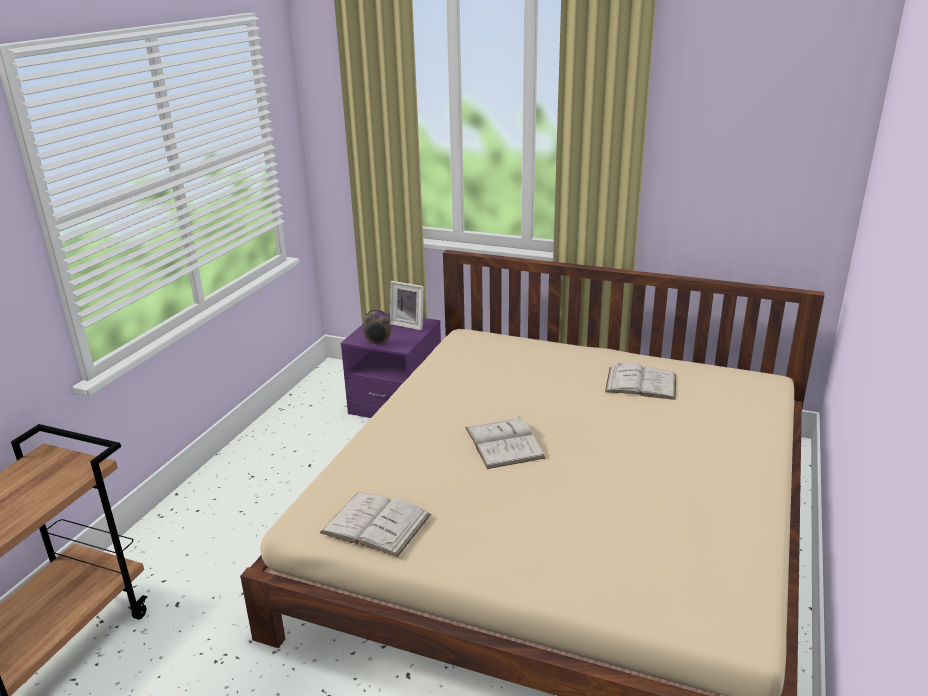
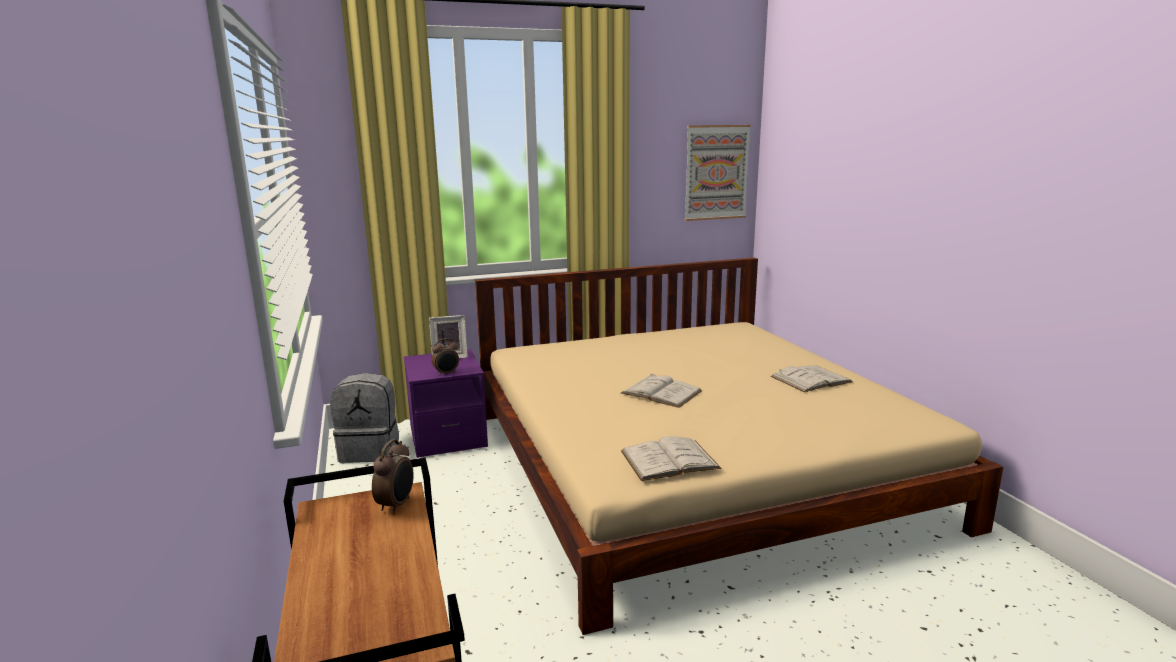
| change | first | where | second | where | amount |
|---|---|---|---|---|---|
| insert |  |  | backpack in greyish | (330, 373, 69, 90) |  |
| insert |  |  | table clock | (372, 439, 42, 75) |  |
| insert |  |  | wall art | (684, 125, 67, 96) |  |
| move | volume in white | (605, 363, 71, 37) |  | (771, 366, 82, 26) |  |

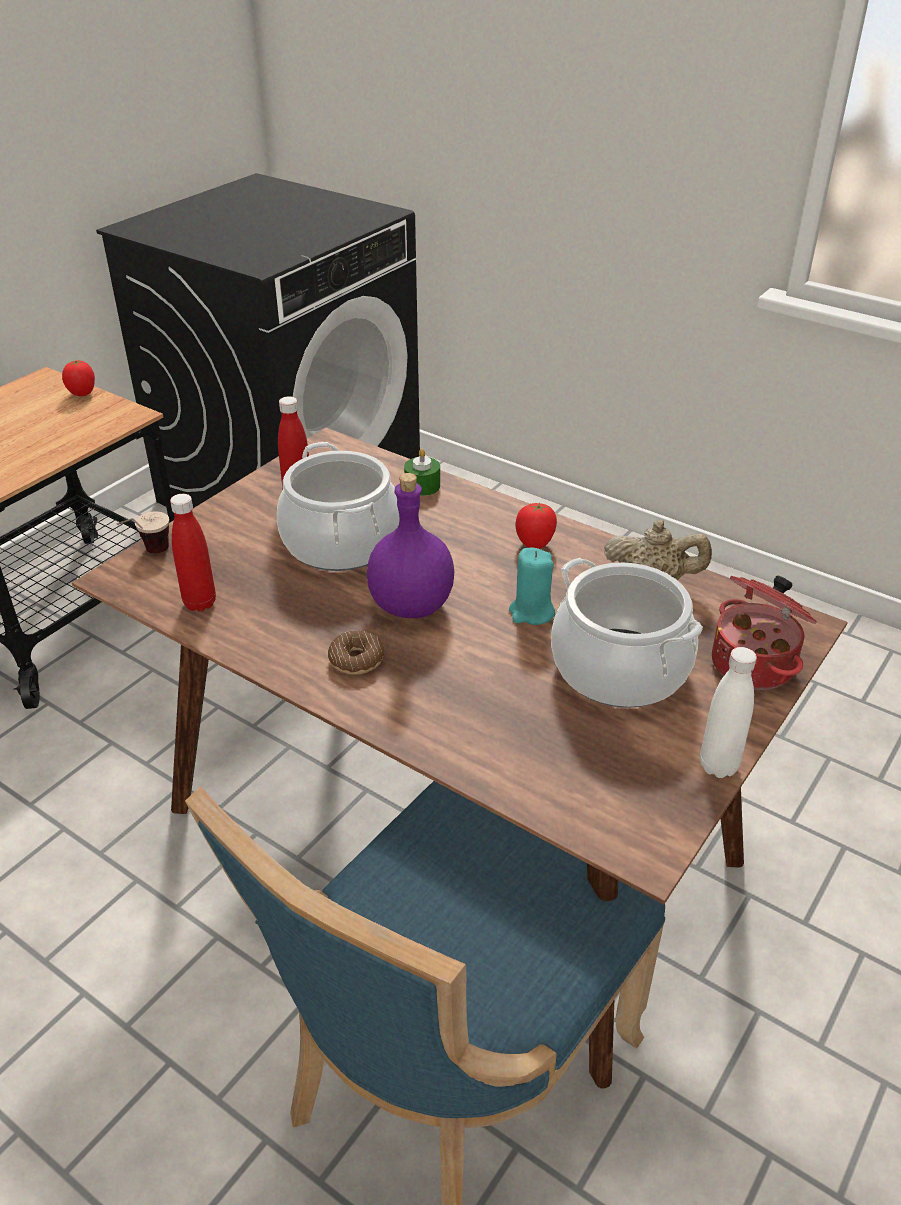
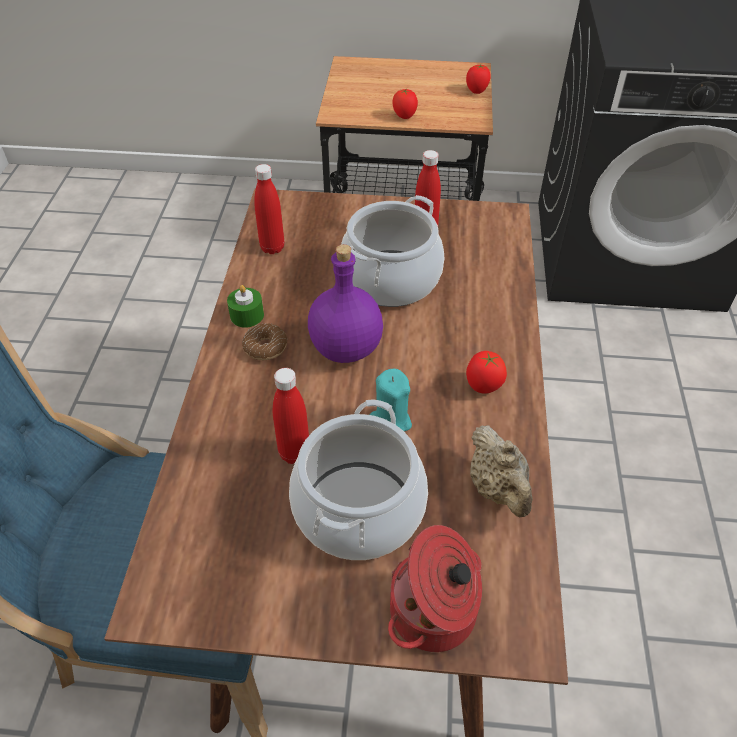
| change | first | where | second | where | amount |
|---|---|---|---|---|---|
| delete | drinking cup | (117, 511, 52, 43) |  |  |  |
| delete | beverage bottle in white | (700, 647, 57, 131) |  |  |  |
| insert |  |  | beverage bottle in red-coloured | (273, 368, 36, 96) |  |
| insert |  |  | tomato | (393, 89, 25, 30) |  |
| move | candle in greenish | (404, 449, 36, 47) |  | (227, 285, 37, 43) |  |

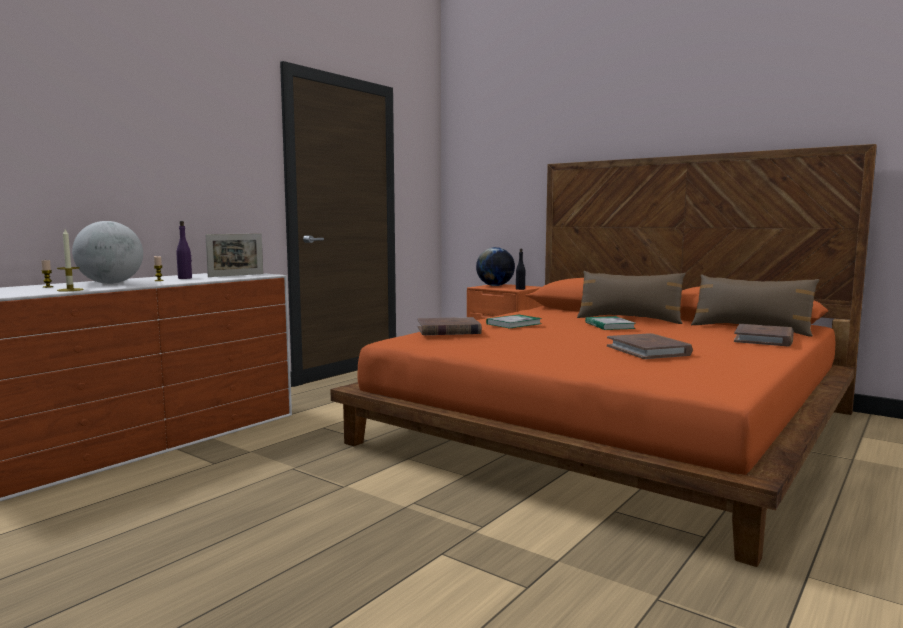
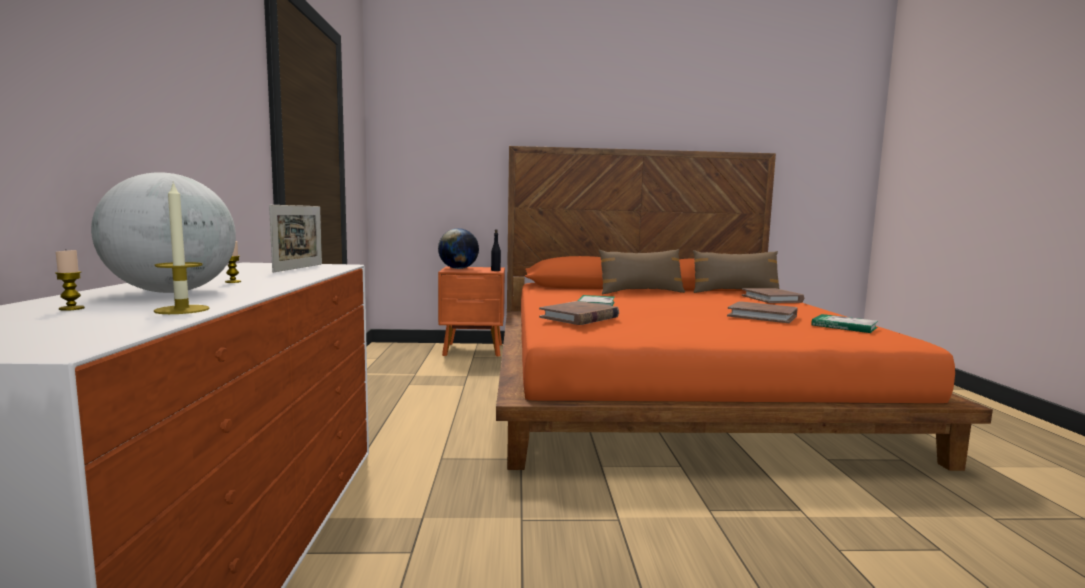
| change | first | where | second | where | amount |
|---|---|---|---|---|---|
| delete | beverage bottle in purple-coloured | (177, 221, 15, 58) |  |  |  |
| move | volume | (585, 316, 51, 14) |  | (812, 314, 66, 19) |  |

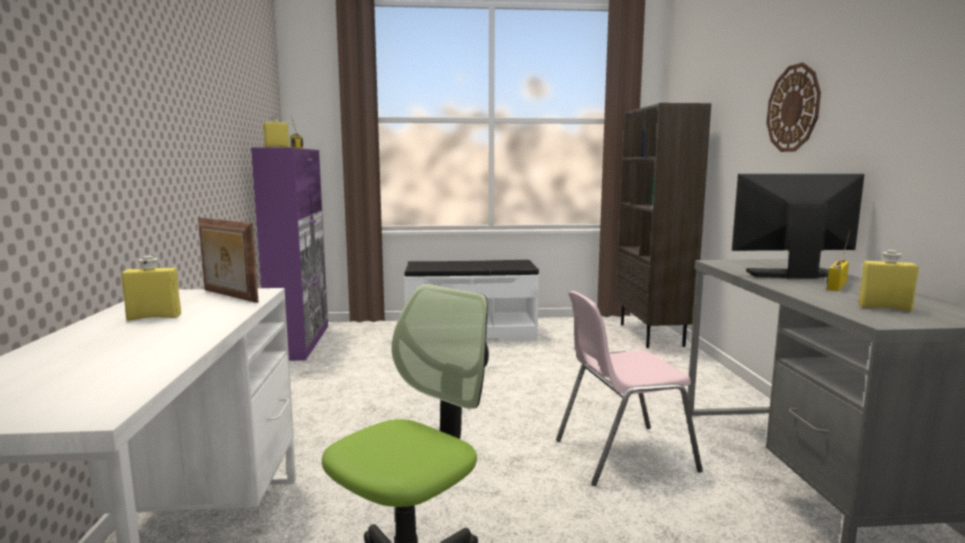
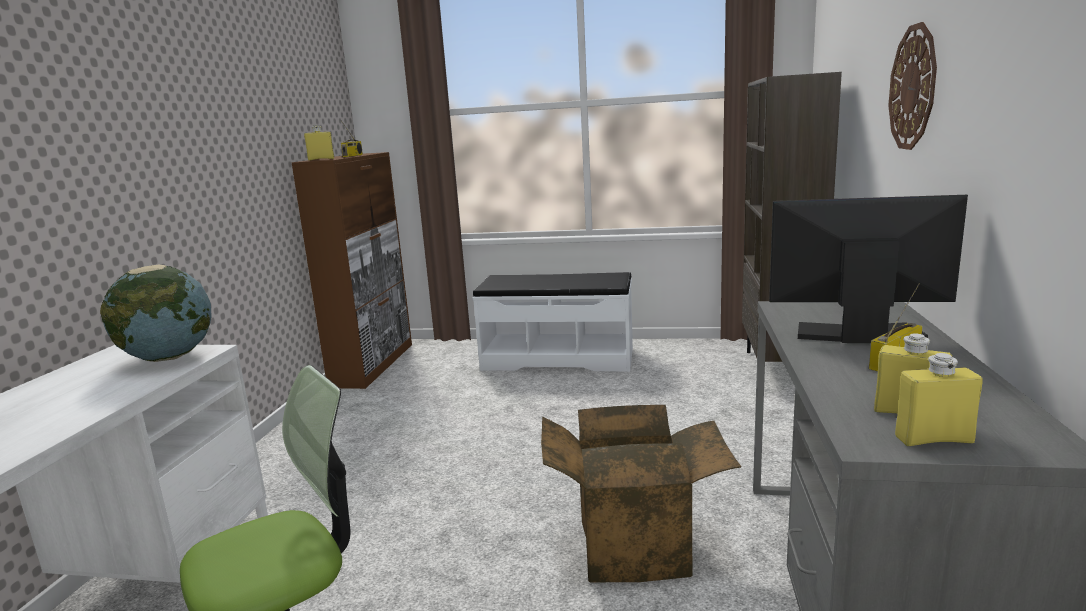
| change | first | where | second | where | amount |
|---|---|---|---|---|---|
| move | beverage bottle in yellow-coloured | (121, 256, 60, 65) |  | (895, 353, 88, 93) |  |
| replace | standing frame | (198, 217, 61, 86) | desk globe | (100, 265, 111, 97) |  |
| replace | chair in pinkish | (556, 291, 147, 195) | cardboard box | (541, 405, 200, 177) |  |
| recolor | cupboard in purple-coloured | (251, 147, 77, 214) | cupboard in brown | (291, 152, 121, 237) |  |

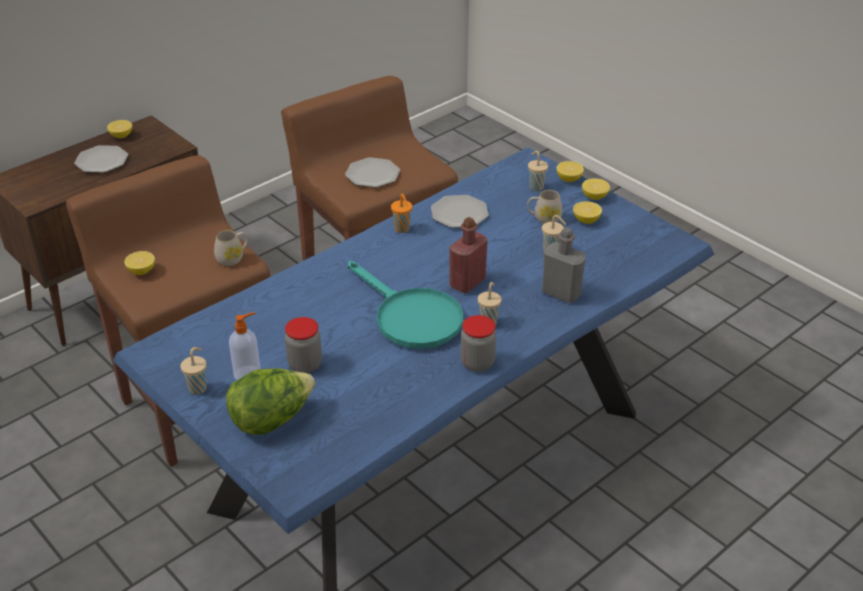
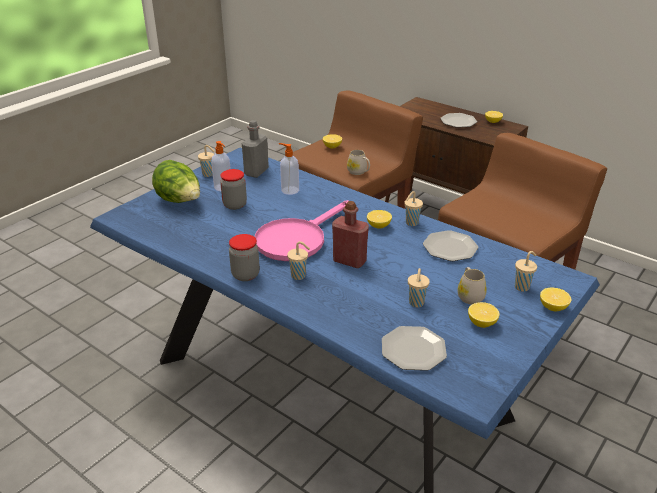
| change | first | where | second | where | amount |
|---|---|---|---|---|---|
| insert |  |  | liquid soap bottle | (279, 143, 20, 52) |  |
| move | plate | (345, 157, 55, 31) |  | (382, 326, 65, 45) |  |
| move | beverage bottle in greyish | (542, 227, 44, 76) |  | (242, 120, 27, 58) |  |
| move | lemon | (582, 178, 28, 22) |  | (367, 210, 25, 19) |  |
| recolor | pan in blue-green | (348, 261, 115, 88) | pan in pinkish | (255, 200, 94, 61) |  |
| recolor | drinking cup in orangey | (391, 194, 21, 39) | drinking cup in beige-coloured | (405, 191, 18, 35) |  |

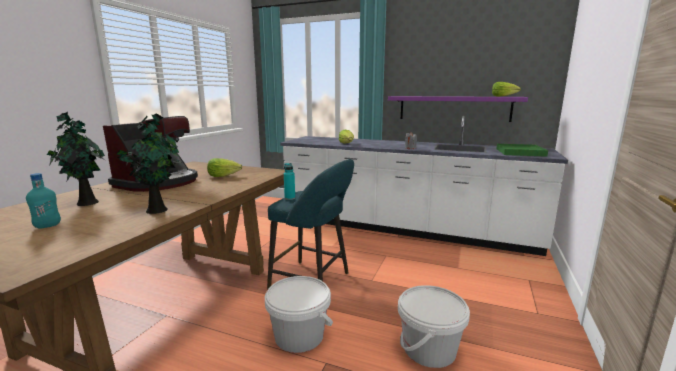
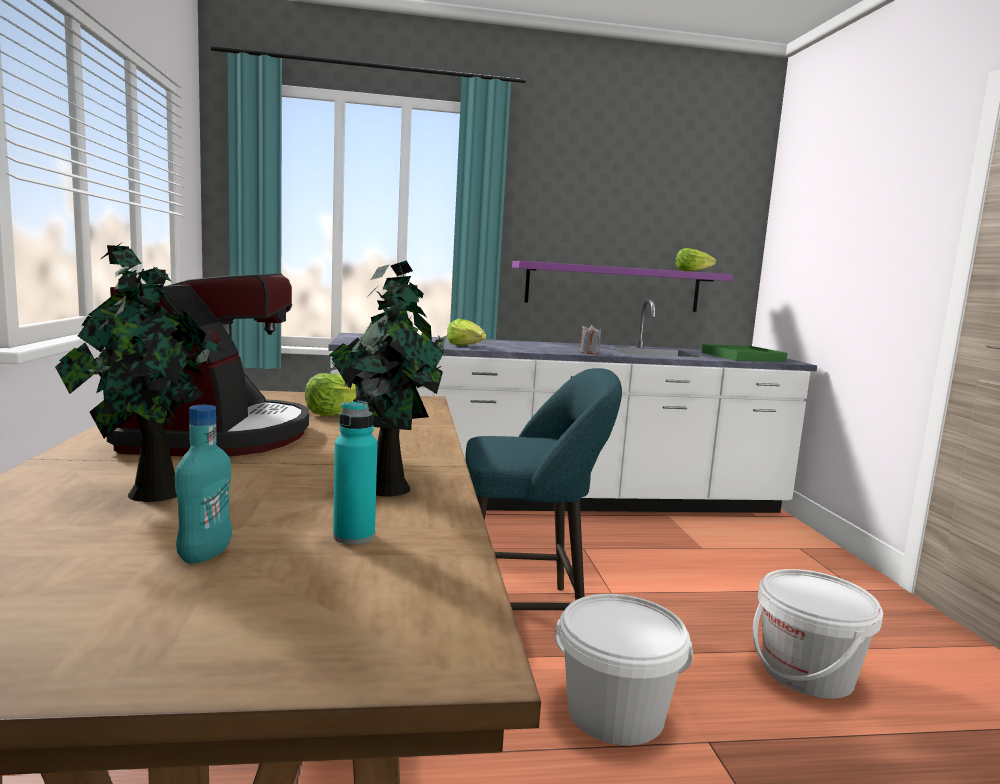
| change | first | where | second | where | amount |
|---|---|---|---|---|---|
| move | beverage bottle in blue-green | (284, 163, 11, 37) |  | (333, 401, 45, 144) |  |

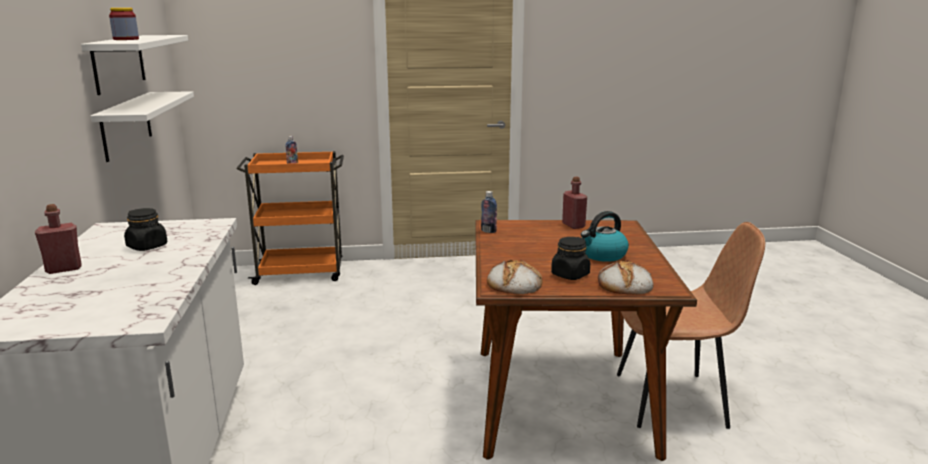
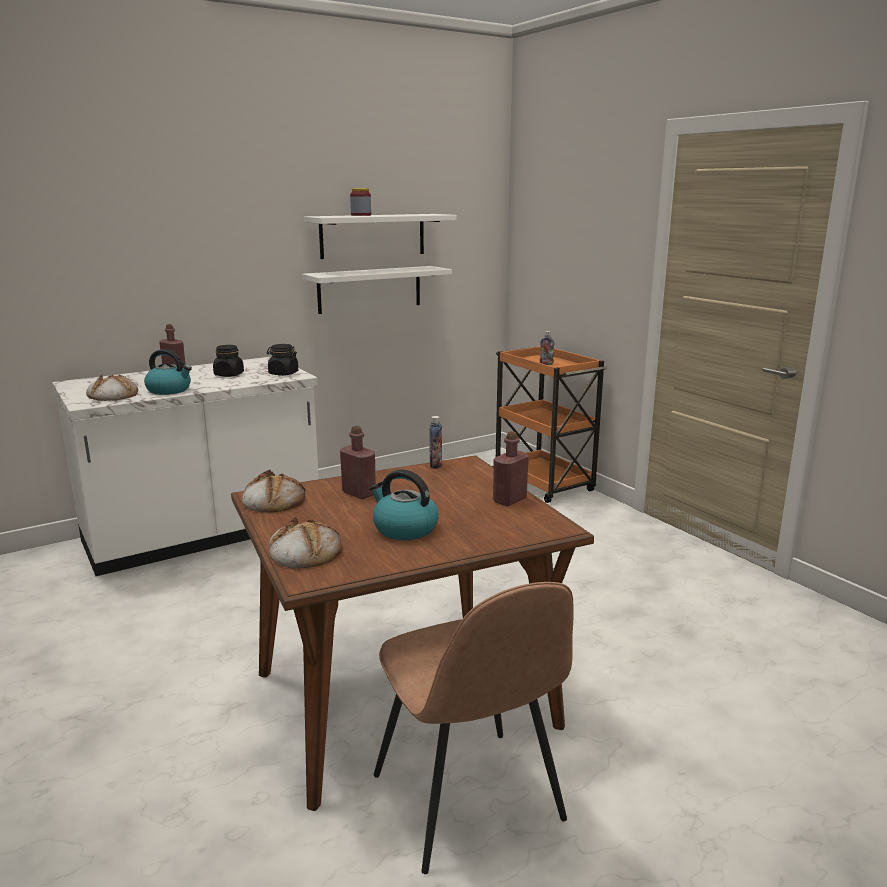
| change | first | where | second | where | amount |
|---|---|---|---|---|---|
| insert |  |  | bakery bread | (86, 374, 52, 27) |  |
| insert |  |  | water kettle | (144, 349, 48, 46) |  |
| insert |  |  | beverage bottle in red-coloured | (340, 426, 36, 73) |  |
| move | preserve jar in black | (551, 237, 39, 43) |  | (267, 344, 31, 32) |  |

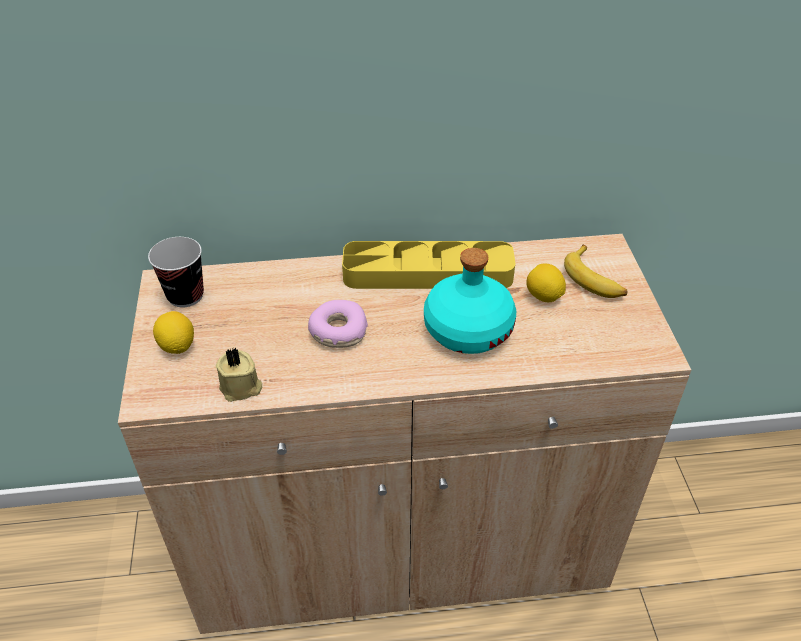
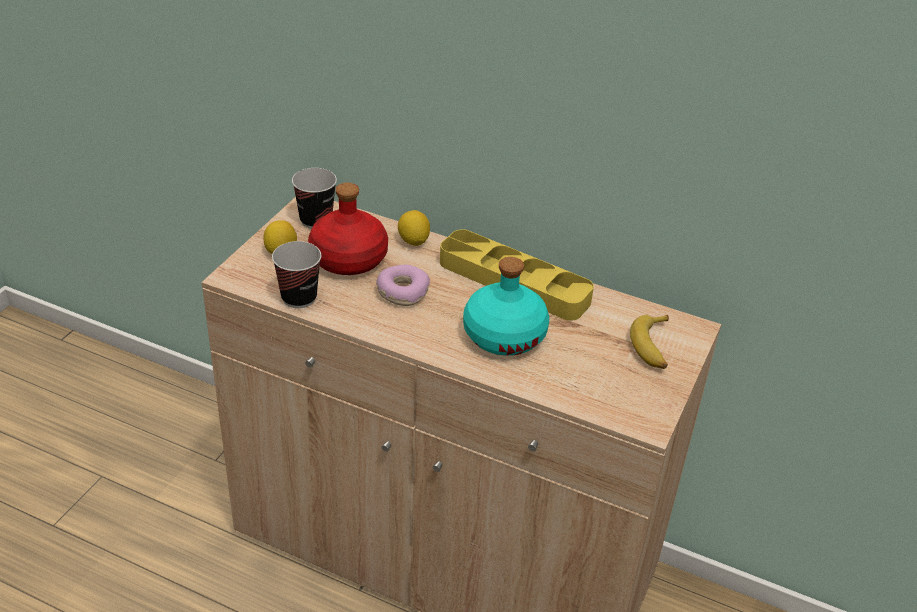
| change | first | where | second | where | amount |
|---|---|---|---|---|---|
| insert |  |  | beverage bottle in red-coloured | (308, 182, 80, 93) |  |
| move | lemon | (526, 264, 40, 38) |  | (398, 210, 32, 36) |  |
| replace | candle in beige-coloured | (216, 348, 46, 54) | drinking cup | (272, 241, 49, 67) |  |

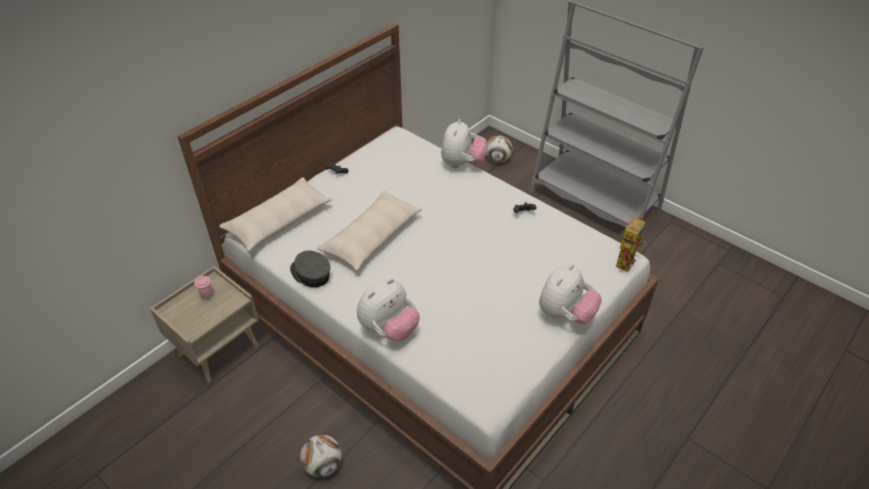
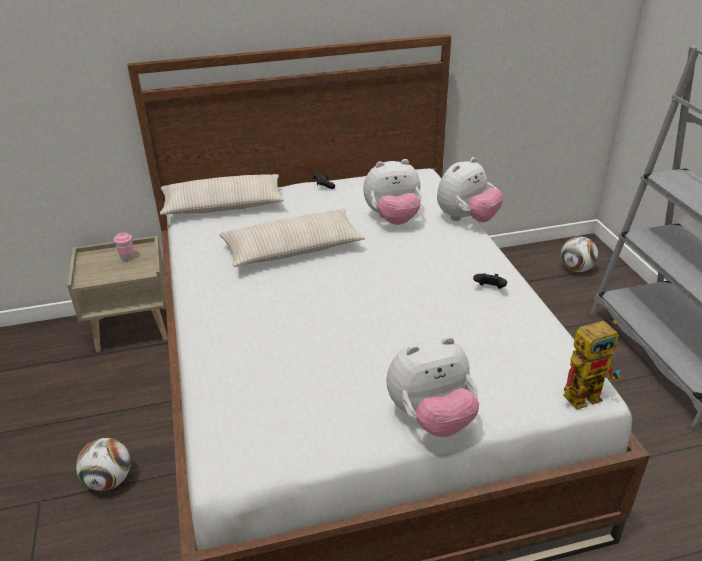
| change | first | where | second | where | amount |
|---|---|---|---|---|---|
| delete | cap in greyish | (290, 251, 40, 36) |  |  |  |
| move | soft toy | (357, 278, 63, 63) |  | (363, 159, 58, 66) |  |

